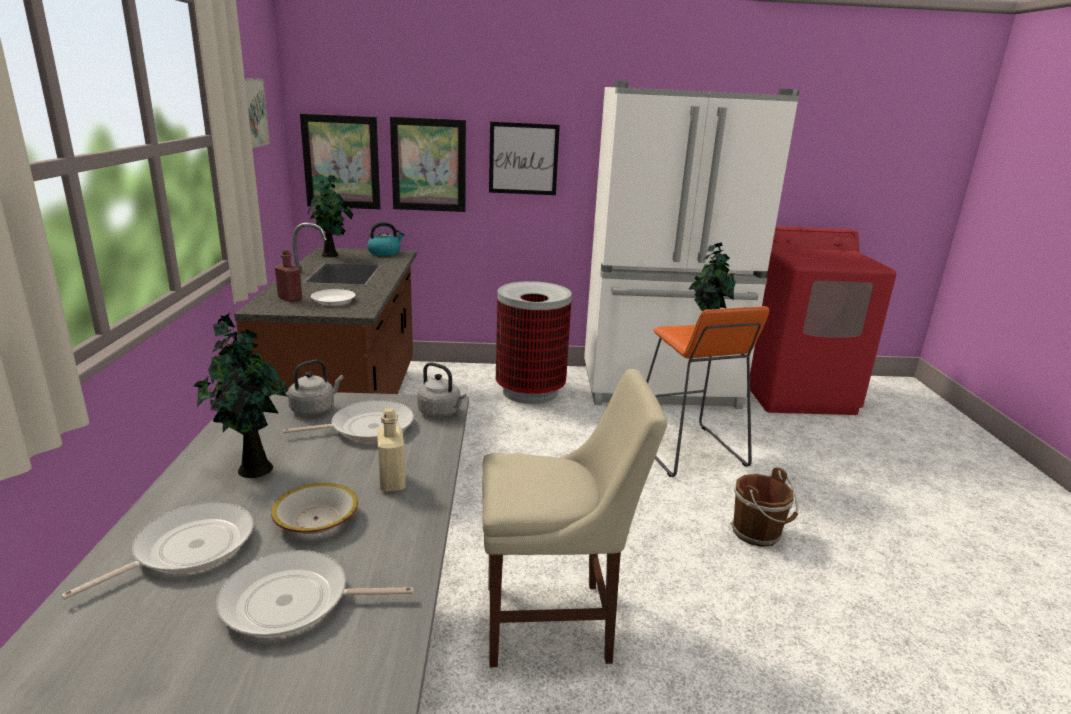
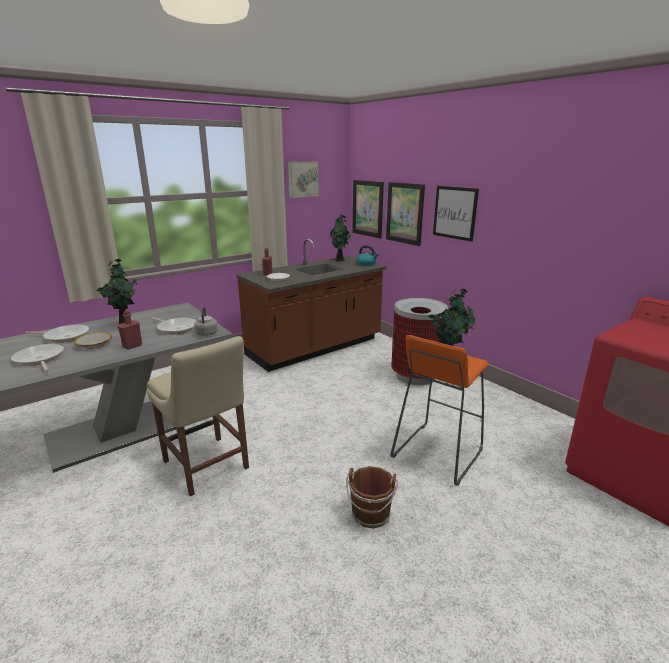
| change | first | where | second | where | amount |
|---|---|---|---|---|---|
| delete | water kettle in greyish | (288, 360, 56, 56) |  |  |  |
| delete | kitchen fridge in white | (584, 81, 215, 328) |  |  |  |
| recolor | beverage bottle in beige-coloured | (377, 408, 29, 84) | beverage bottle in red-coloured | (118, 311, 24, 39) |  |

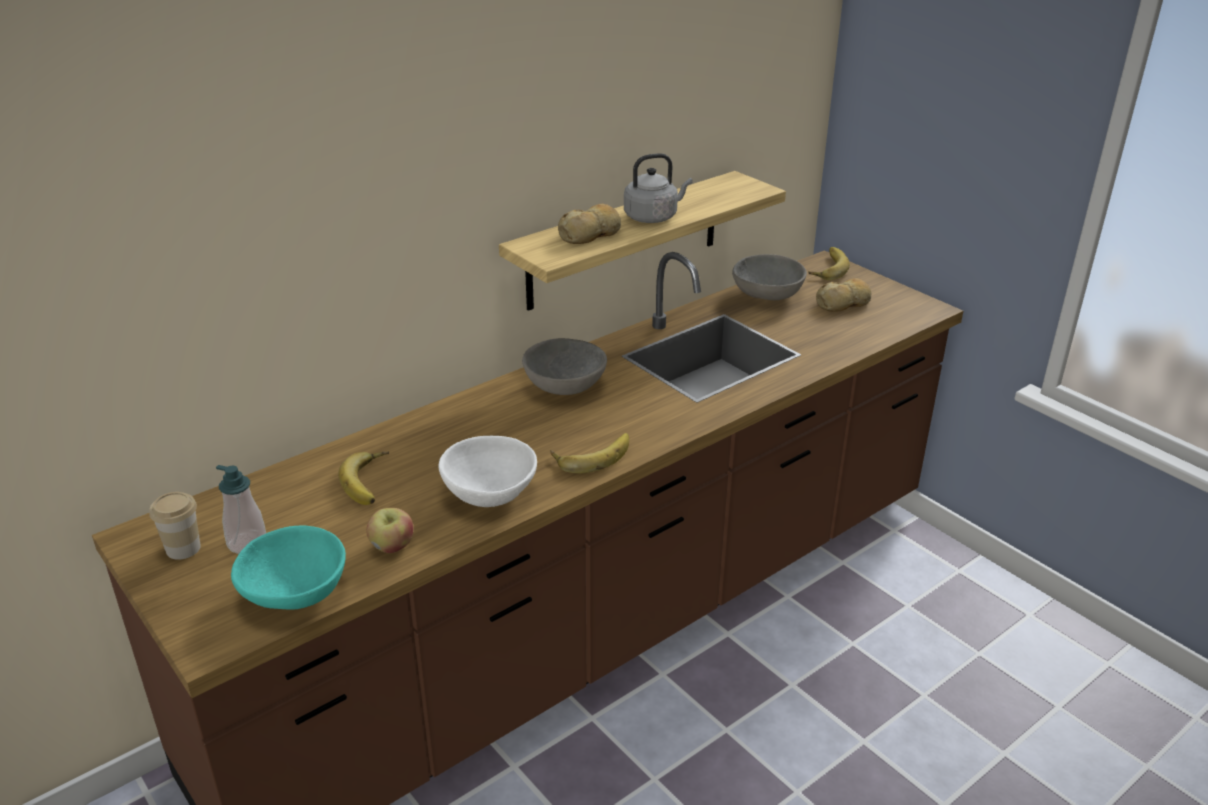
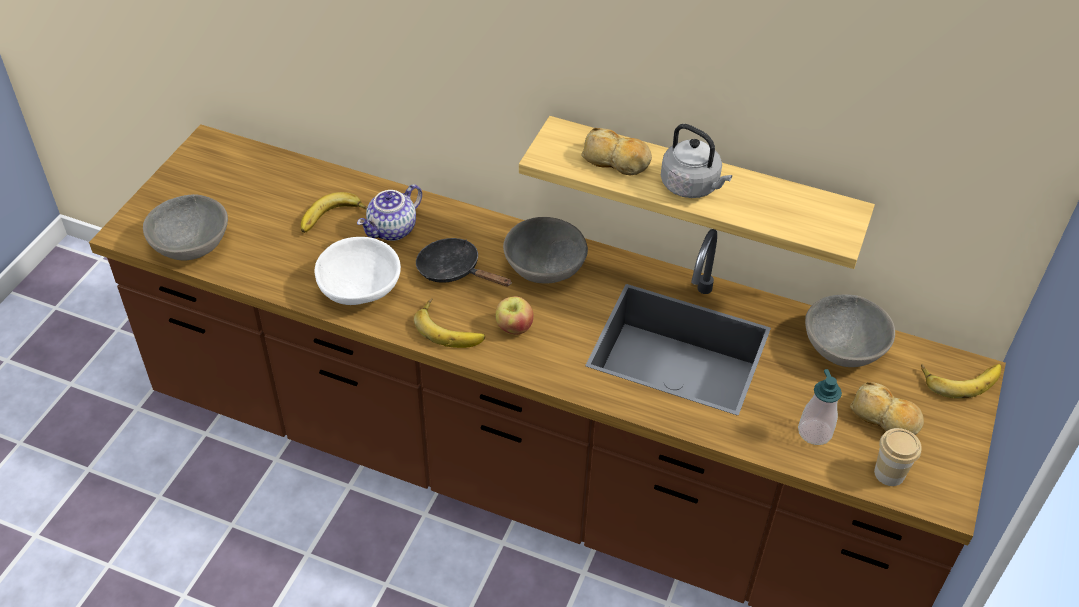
| change | first | where | second | where | amount |
|---|---|---|---|---|---|
| insert |  |  | pot for tea | (357, 184, 65, 57) |  |
| insert |  |  | pan in black | (416, 238, 96, 49) |  |
| move | drinking cup | (149, 492, 52, 68) |  | (874, 428, 48, 58) |  |
| move | liquid soap bottle | (216, 465, 50, 89) |  | (798, 369, 44, 76) |  |
| move | apple fruit | (366, 508, 47, 45) |  | (496, 296, 38, 38) |  |
| recolor | bowl in blue-green | (231, 526, 115, 83) | bowl in greyish | (143, 194, 85, 66) |  |

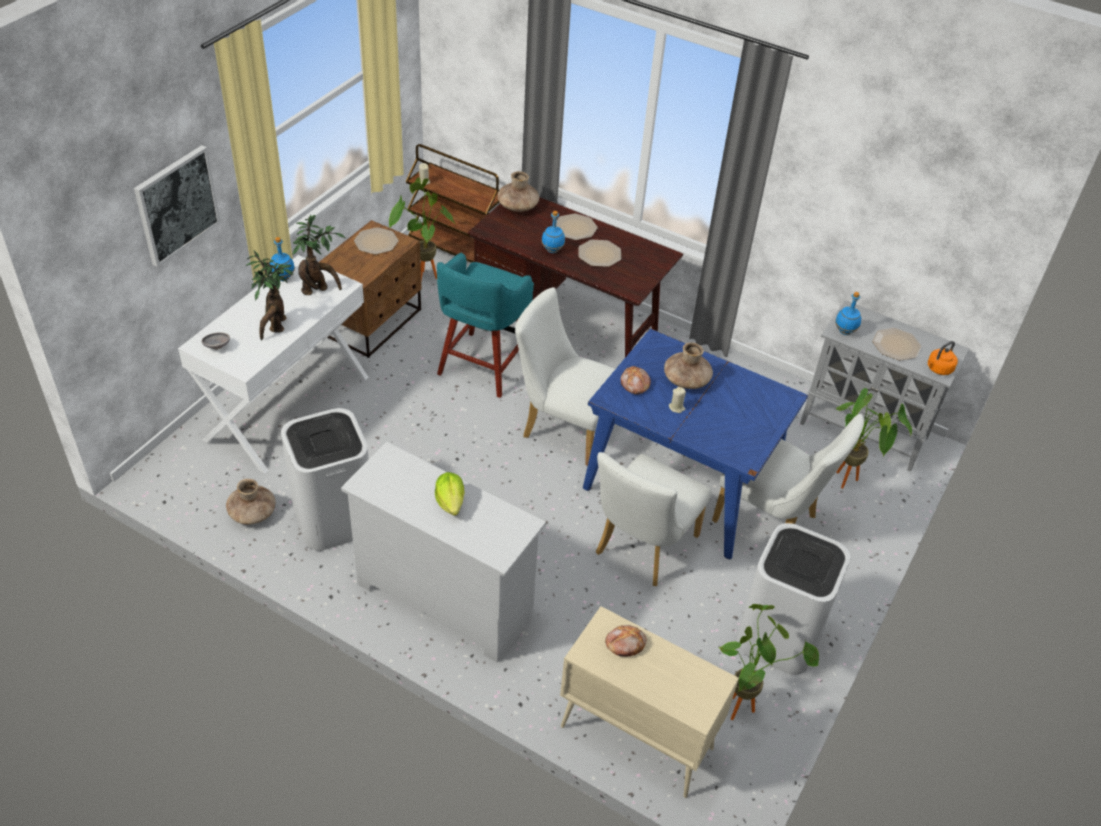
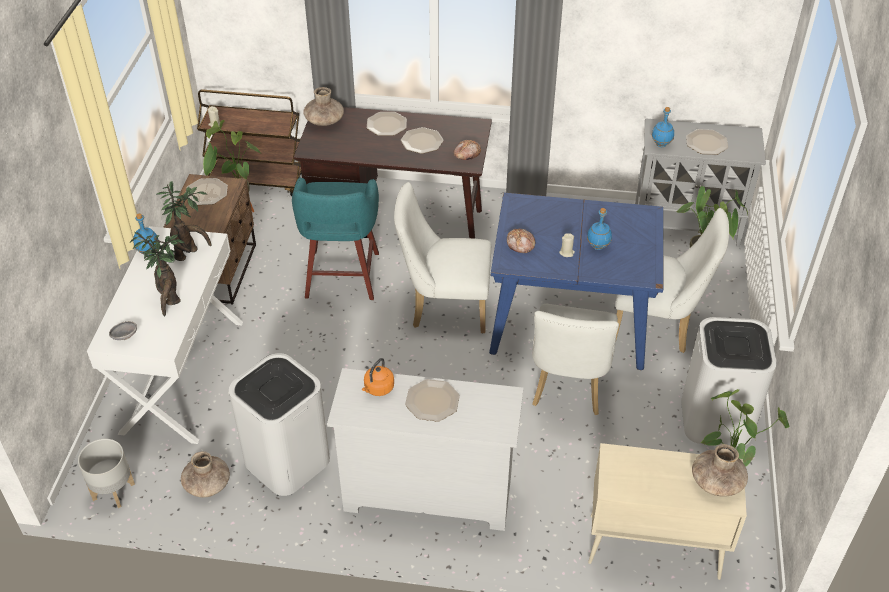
| change | first | where | second | where | amount |
|---|---|---|---|---|---|
| delete | wall art | (134, 145, 87, 122) |  |  |  |
| insert |  |  | flower pot in greyish | (78, 439, 57, 69) |  |
| move | beverage bottle in blue-coloured | (542, 211, 23, 42) |  | (587, 208, 25, 42) |  |
| move | bakery bread | (605, 625, 42, 32) |  | (453, 140, 28, 20) |  |
| move | flower vase in brown | (664, 342, 49, 47) |  | (692, 444, 56, 53) |  |
| move | water kettle in orangey | (928, 341, 30, 34) |  | (362, 358, 32, 38) |  |
| replace | lettuce | (435, 472, 30, 44) | plate | (405, 379, 55, 43) |  |

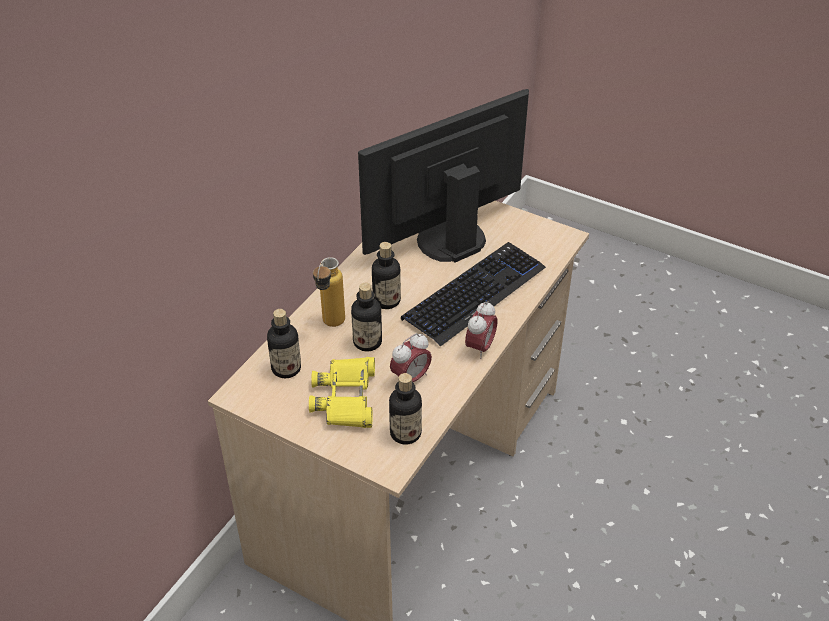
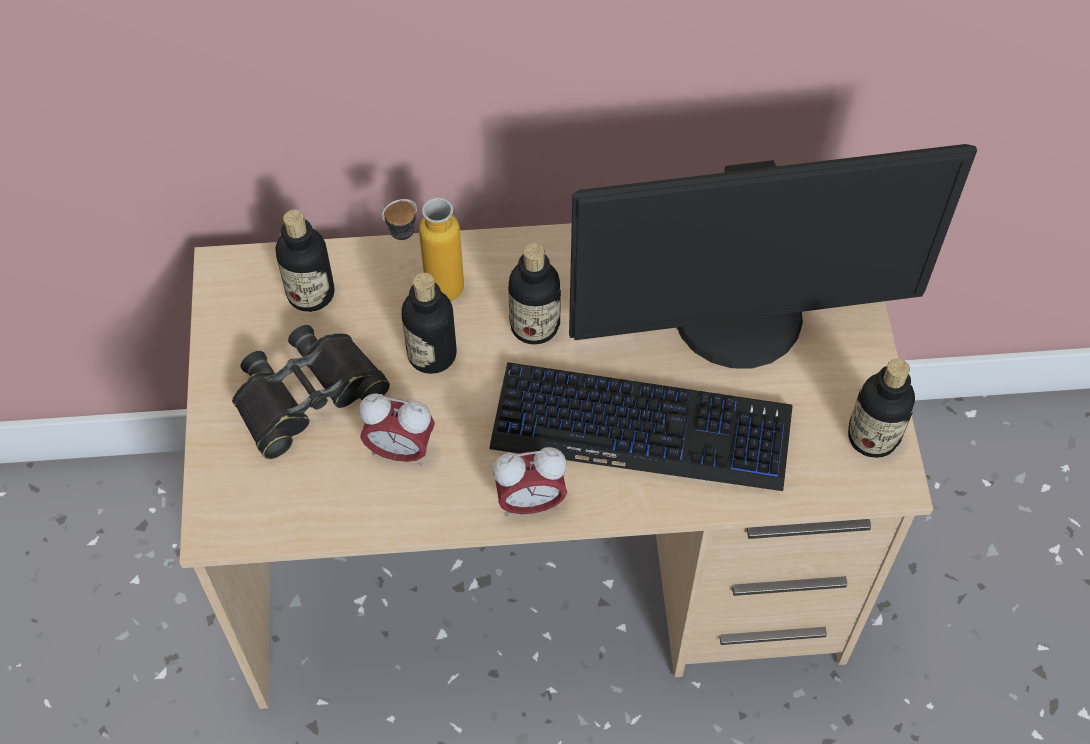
| change | first | where | second | where | amount |
|---|---|---|---|---|---|
| move | beverage bottle | (389, 373, 33, 72) |  | (848, 358, 67, 100) |  |
| recolor | pair of binoculars in yellow-coloured | (309, 357, 66, 71) | pair of binoculars in black | (232, 325, 158, 134) |  |
| rotate | computer screen | (358, 89, 171, 173) |  | (569, 144, 408, 224) | 150 degrees clockwise |

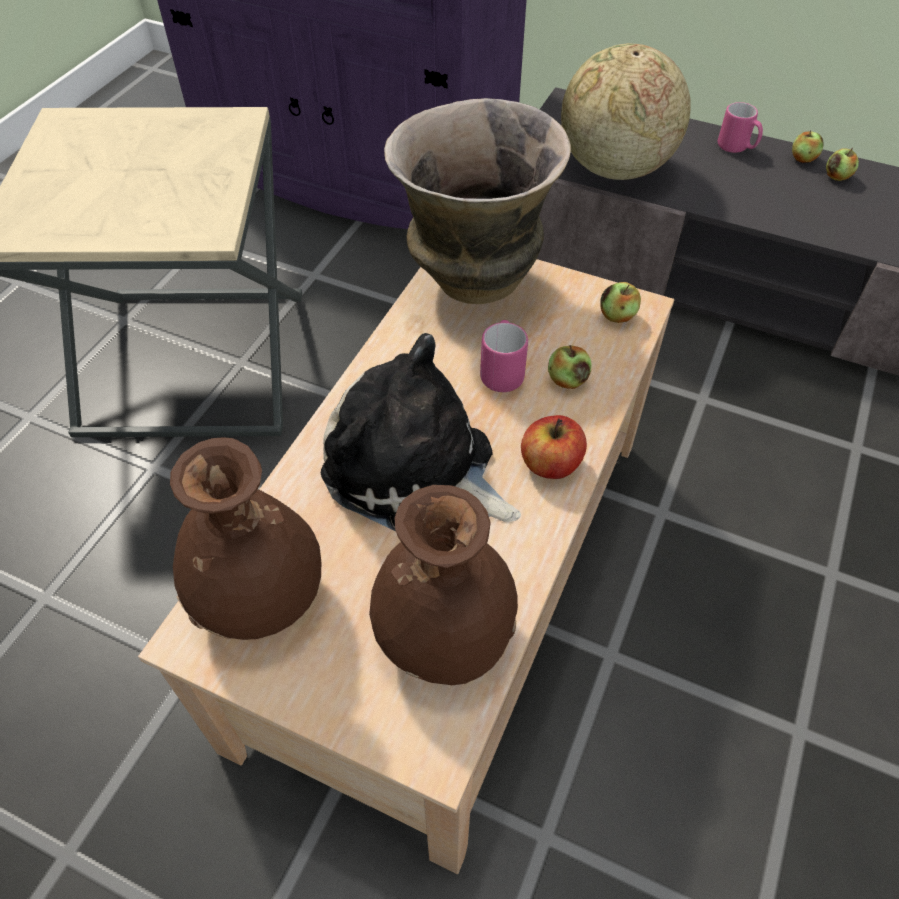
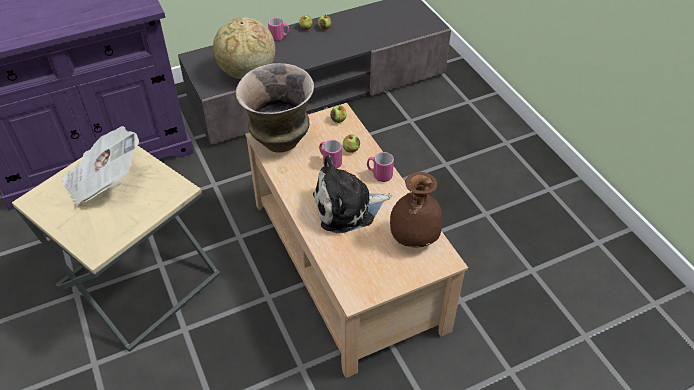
| change | first | where | second | where | amount |
|---|---|---|---|---|---|
| delete | flower vase in brown | (170, 437, 151, 203) |  |  |  |
| insert |  |  | printed paper | (62, 126, 77, 80) |  |
| replace | apple fruit | (521, 415, 66, 64) | coffee mug in pinkish | (367, 152, 27, 30) |  |

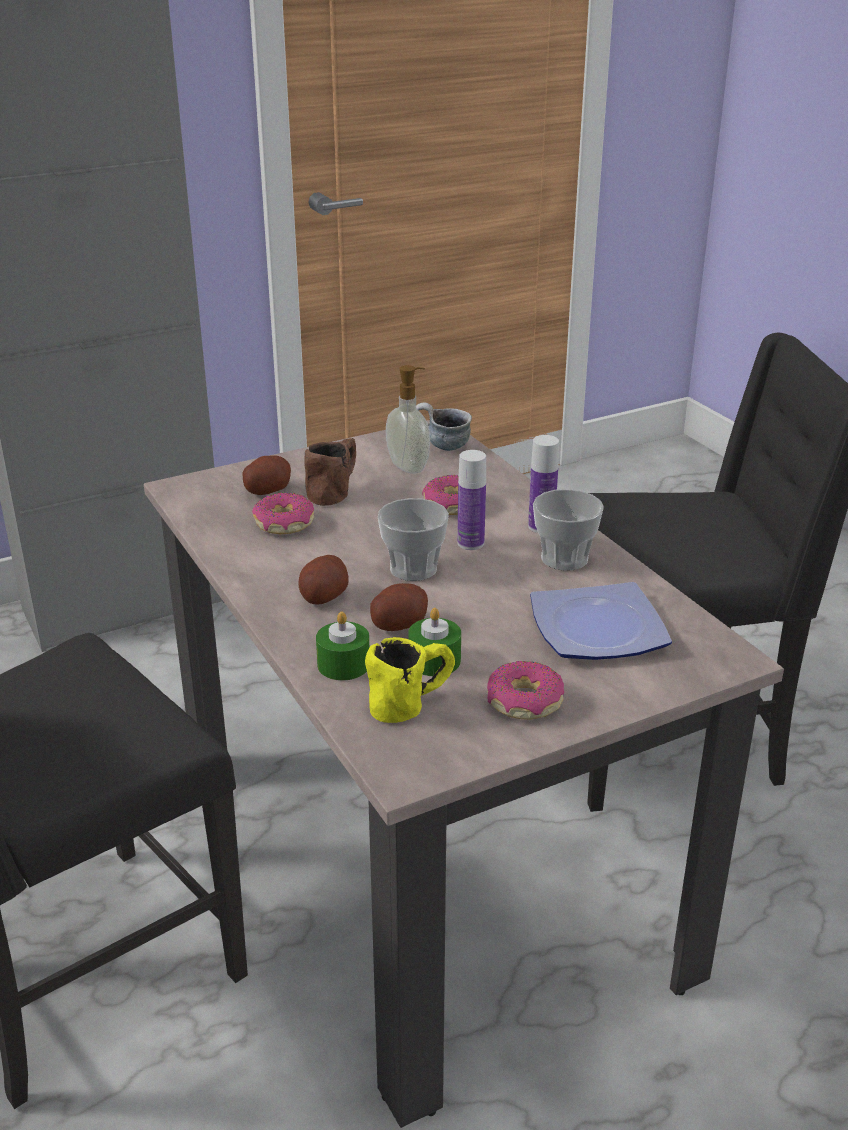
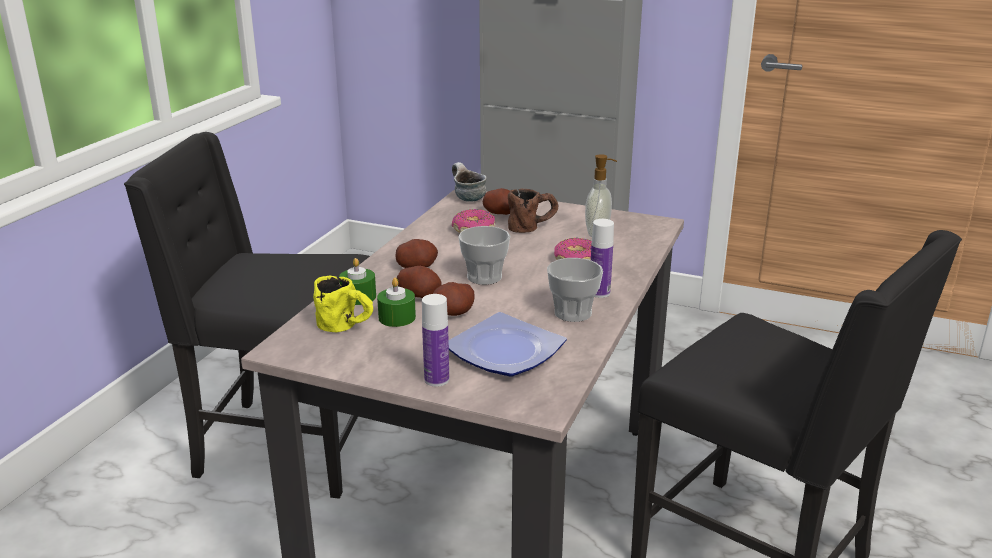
| change | first | where | second | where | amount |
|---|---|---|---|---|---|
| delete | doughnut | (487, 661, 77, 59) |  |  |  |
| insert |  |  | whole potato | (433, 282, 42, 34) |  |
| move | coffee mug | (416, 403, 56, 48) |  | (452, 162, 35, 40) |  |
| move | beverage bottle | (457, 450, 29, 100) |  | (422, 294, 27, 93) |  |

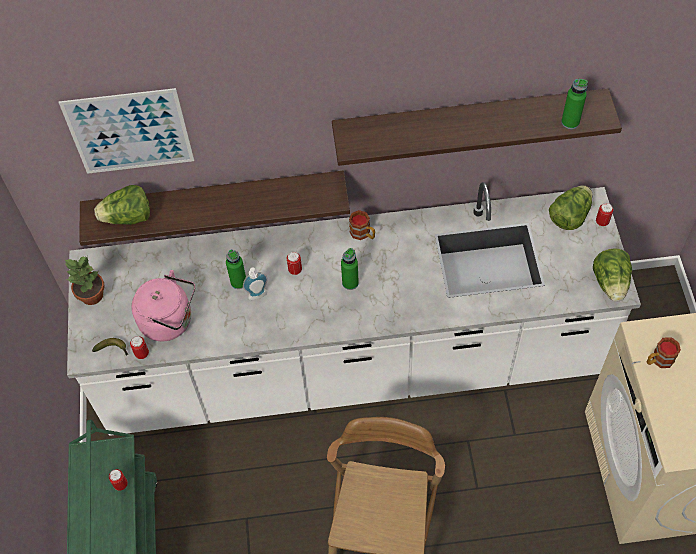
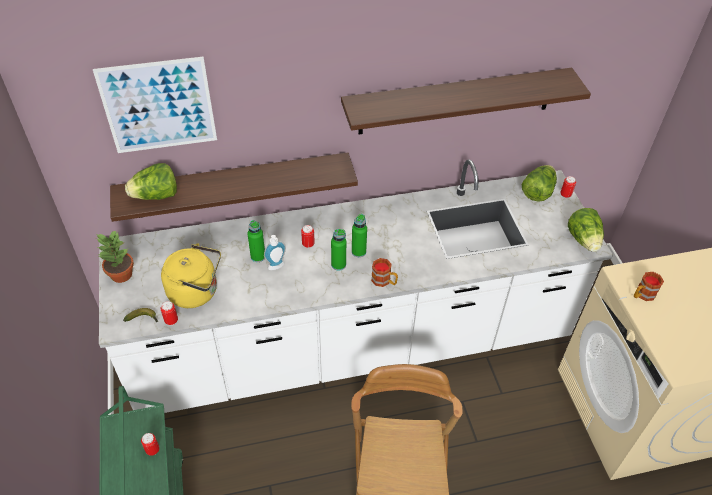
| change | first | where | second | where | amount |
|---|---|---|---|---|---|
| move | coffee mug | (349, 210, 26, 30) |  | (371, 258, 27, 29) |  |
| move | beverage bottle in greenish | (561, 79, 27, 50) |  | (331, 229, 15, 42) |  |
| recolor | water kettle in pinkish | (132, 270, 63, 71) | water kettle in yellow-coloured | (161, 243, 60, 65) |  |

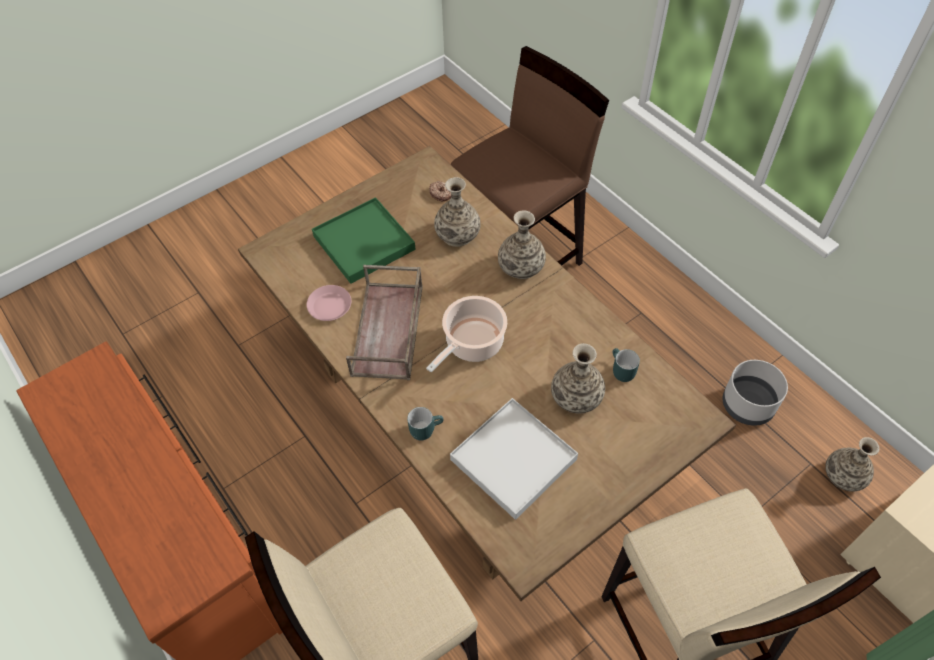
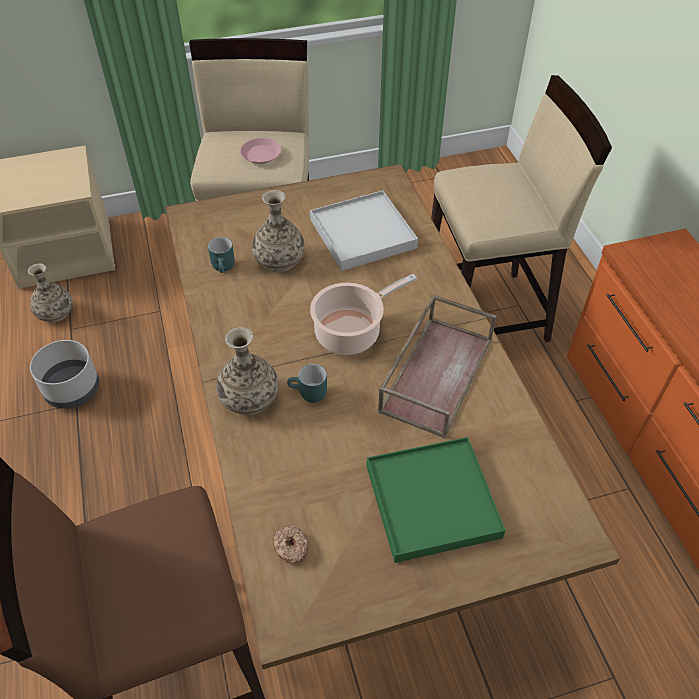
| change | first | where | second | where | amount |
|---|---|---|---|---|---|
| delete | flower vase | (434, 177, 47, 70) |  |  |  |
| move | plate in pinkish | (307, 285, 44, 36) |  | (240, 138, 41, 26) |  |
| move | coffee mug in blue-green | (407, 407, 37, 33) |  | (287, 364, 40, 39) |  |

